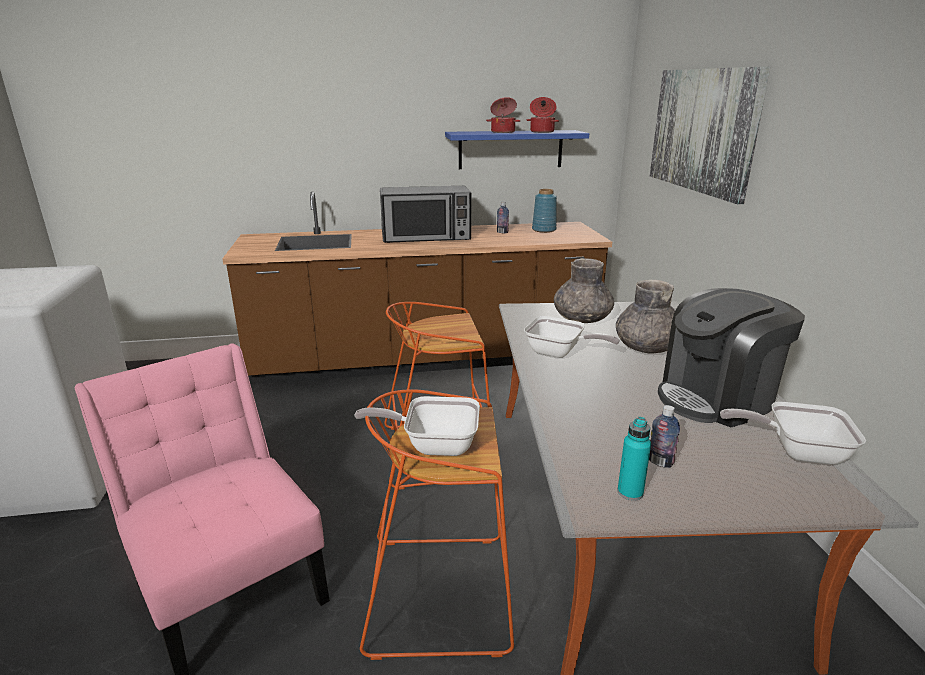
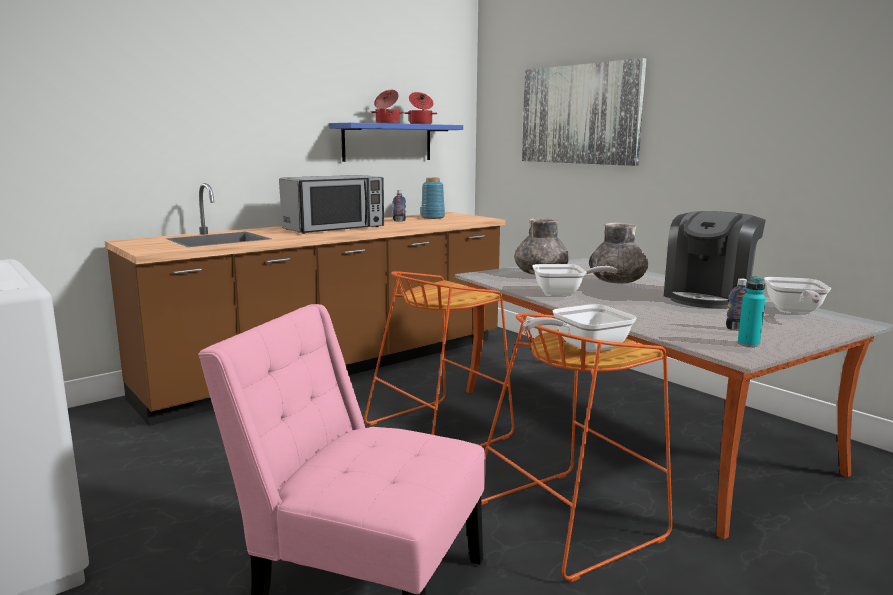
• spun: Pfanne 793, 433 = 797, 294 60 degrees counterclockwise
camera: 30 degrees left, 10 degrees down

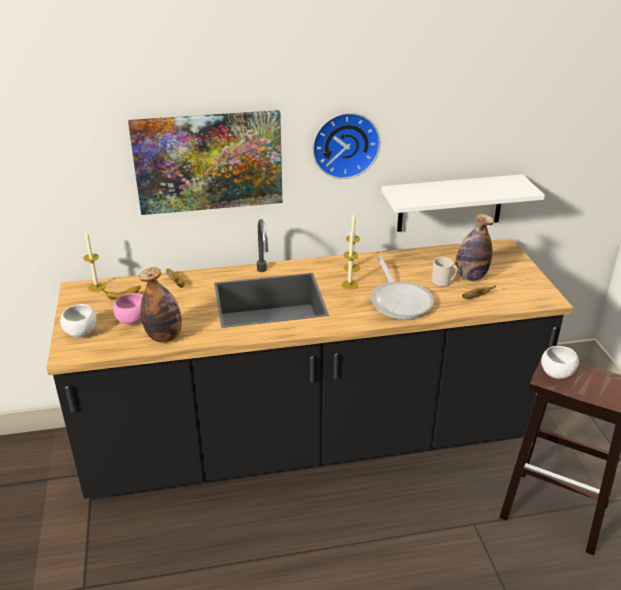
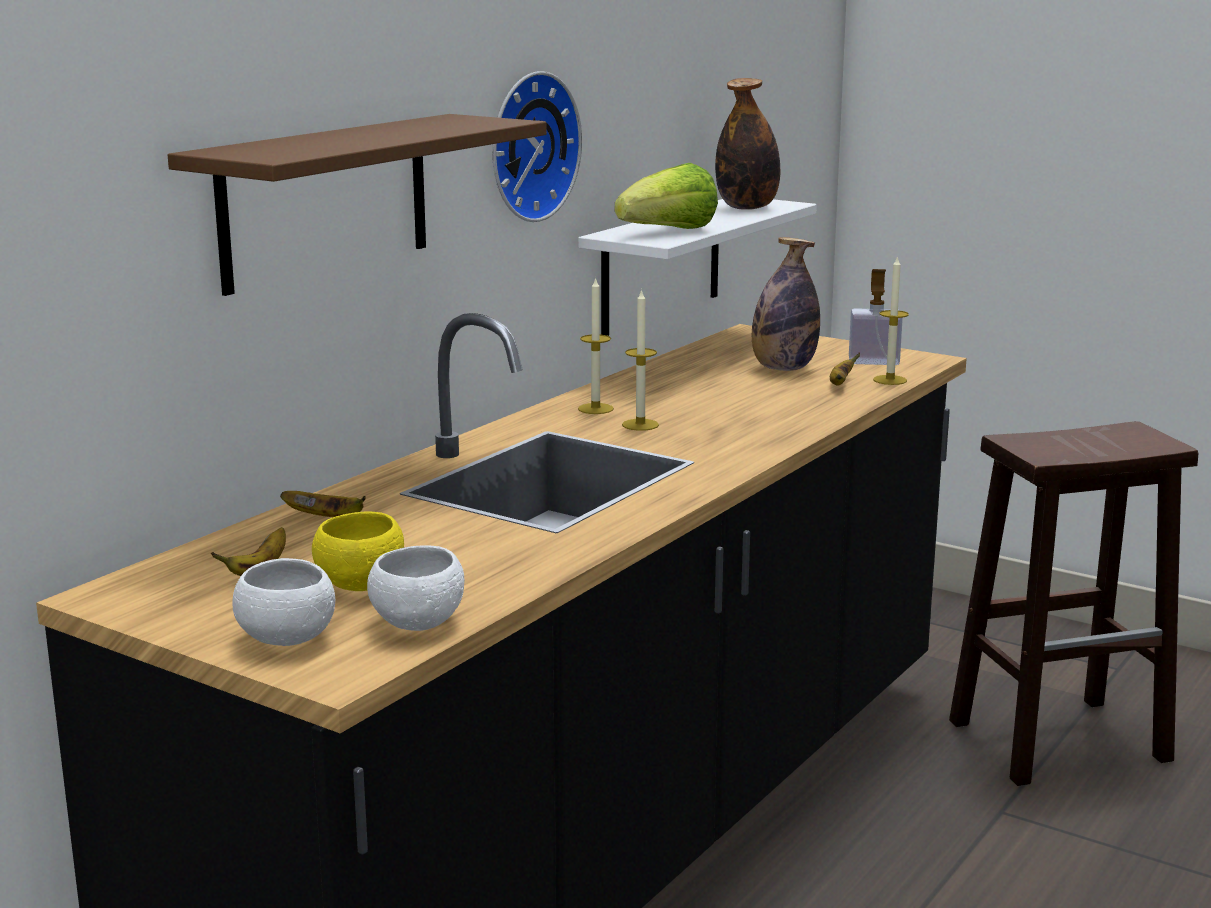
• exchanged: Bild 205, 162 to Wandregal (braun) 357, 205
• relocated: Kerze 94, 261 to 891, 320
• missing: Pfanne 402, 288
• missing: Henkelbecher 445, 272
• relocated: Flasche 160, 304 to 747, 144
• colour: Schüssel (rosa) 128, 309 to Schüssel (gelb) 358, 551
• relocated: Schüssel (weiß) 560, 362 to 415, 588
• appeared: Salatkopf 666, 196
• appeared: Seifenspender 876, 317
camera: 45 degrees left, 15 degrees down

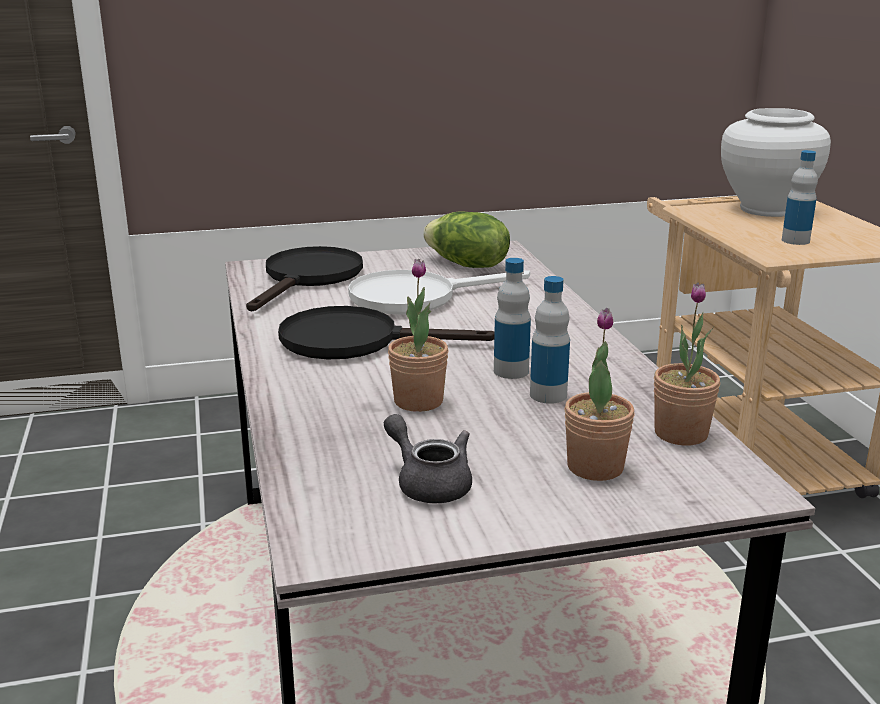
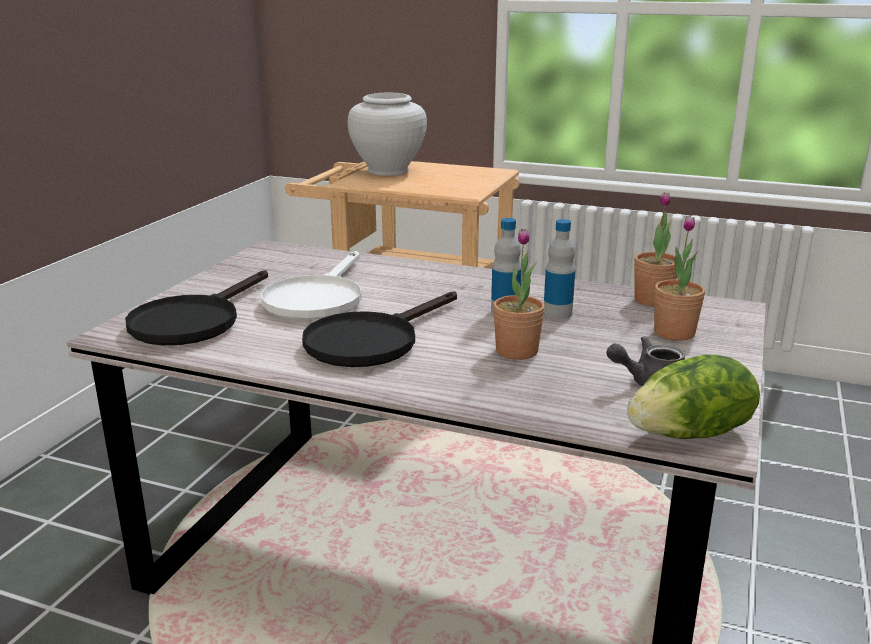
• missing: Flasche 800, 197
• relocated: Salatkopf 466, 239 to 693, 397
• spun: Pfanne (schwarz) 304, 278 = 196, 307 120 degrees counterclockwise
camera: 55 degrees left, 0 degrees up

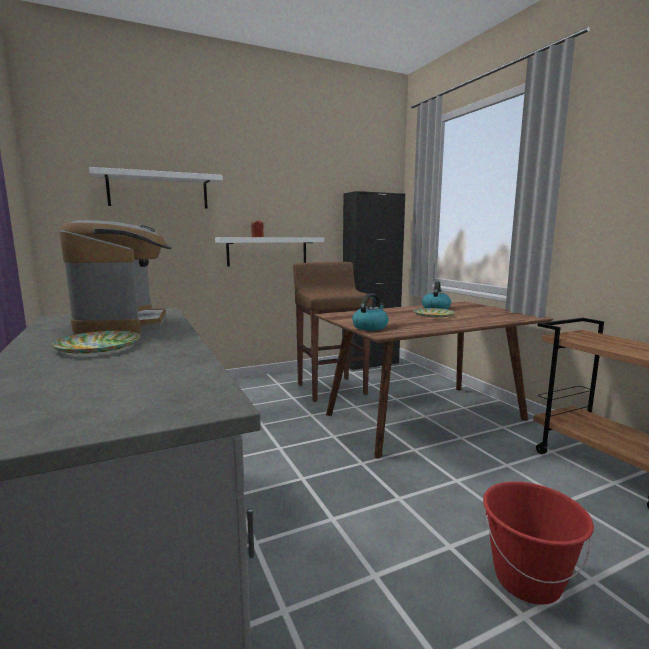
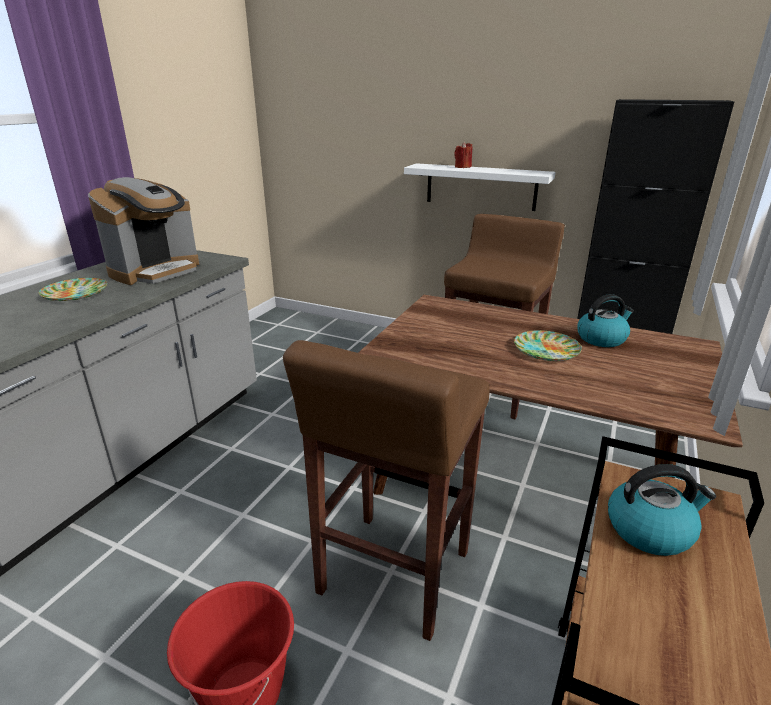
• missing: Wandregal (weiß) 156, 187
• relocated: Wasserkessel 370, 312 to 662, 510
• appeared: Hocker (braun) 386, 490
camera: 50 degrees right, 15 degrees up

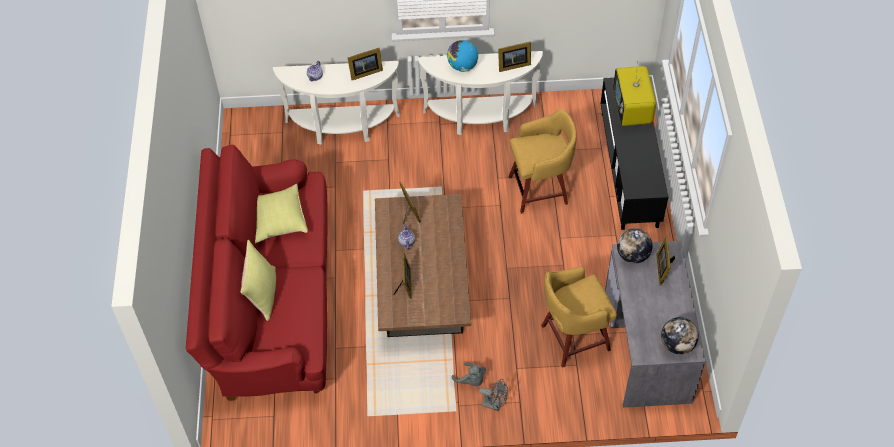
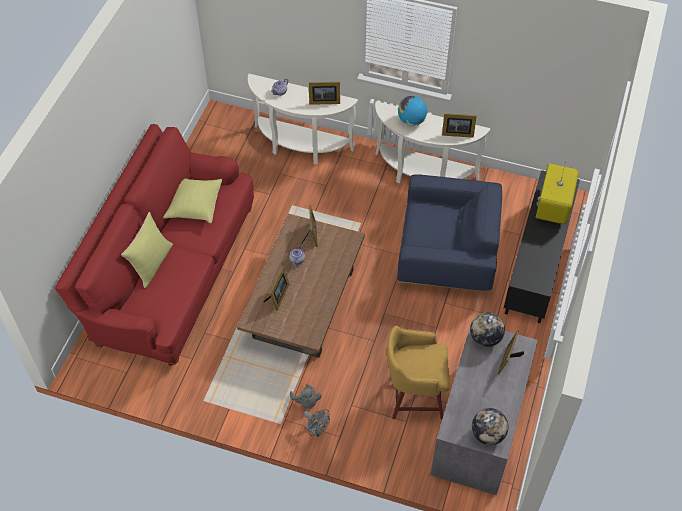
• exchanged: Hocker (gelb) 543, 161 to Sessel (blau) 449, 233
camera: 20 degrees right, 0 degrees up

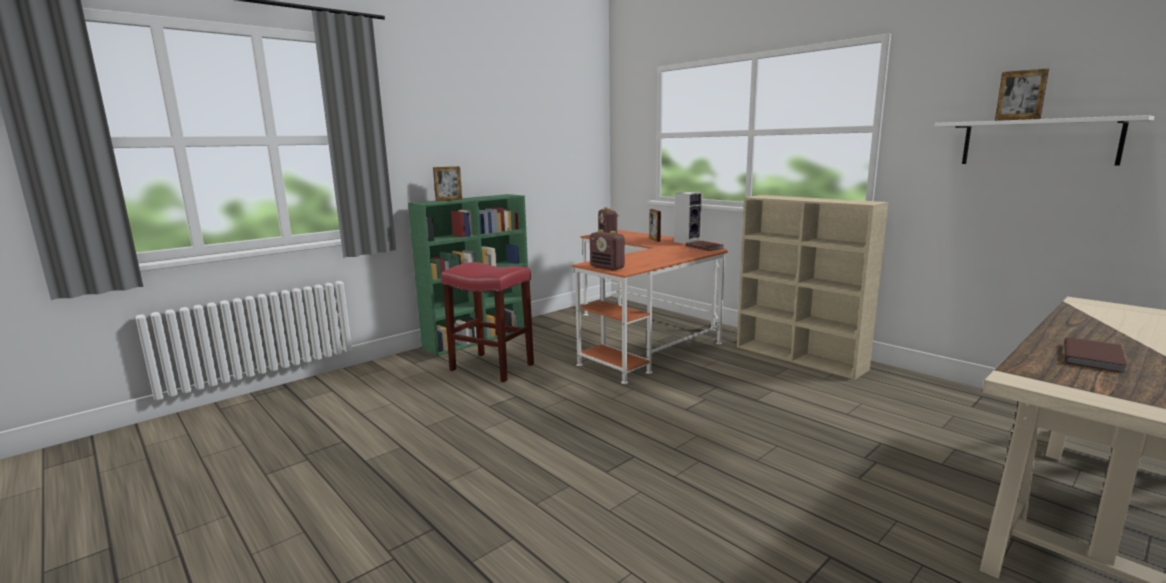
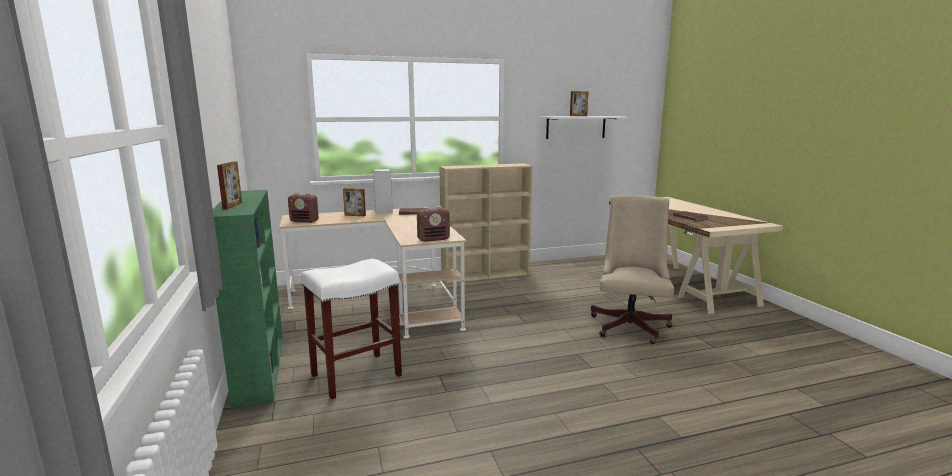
• colour: Schreibtisch (orange) 650, 307 to Schreibtisch (beige) 373, 273
• colour: Hocker (rot) 487, 322 to Hocker (weiß) 351, 329
• appeared: Bürostuhl (beige) 632, 269
camera: 65 degrees left, 0 degrees up

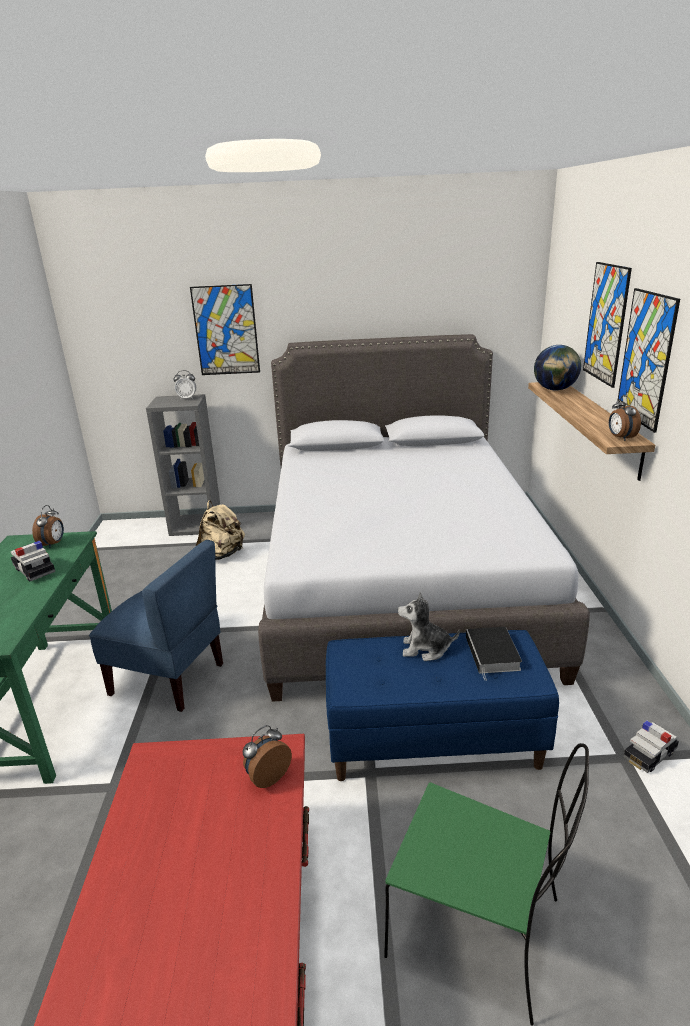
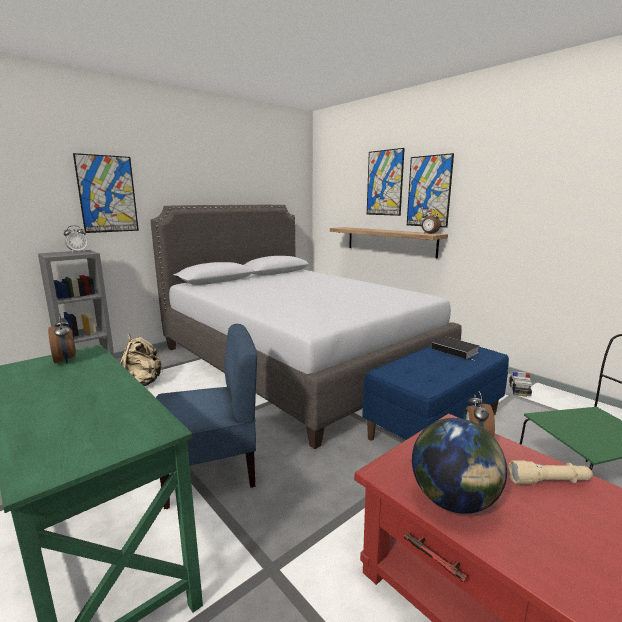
• relocated: Globus 557, 368 to 459, 466
• missing: Spielzeugauto 33, 561
• missing: Plüschtier 429, 626
• appeared: Taschenlampe (beige) 550, 472
camera: 40 degrees left, 10 degrees down

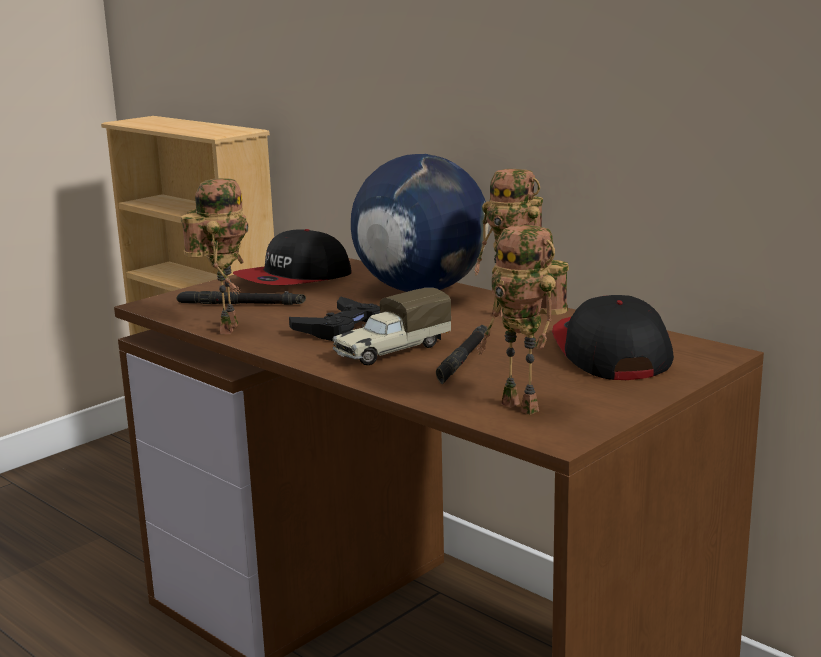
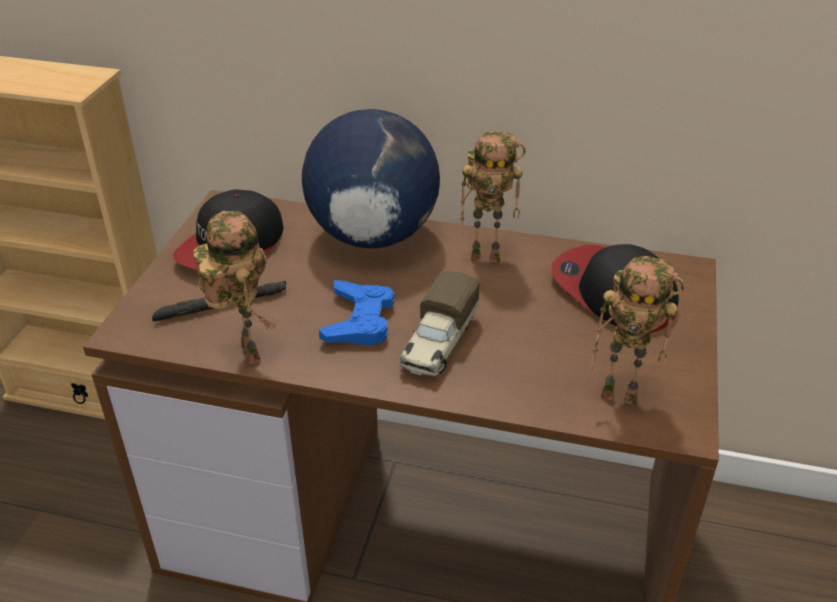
• colour: Gamepad (schwarz) 334, 318 to Gamepad (blau) 356, 312
• missing: Taschenlampe (schwarz) 462, 354
camera: 30 degrees left, 20 degrees up

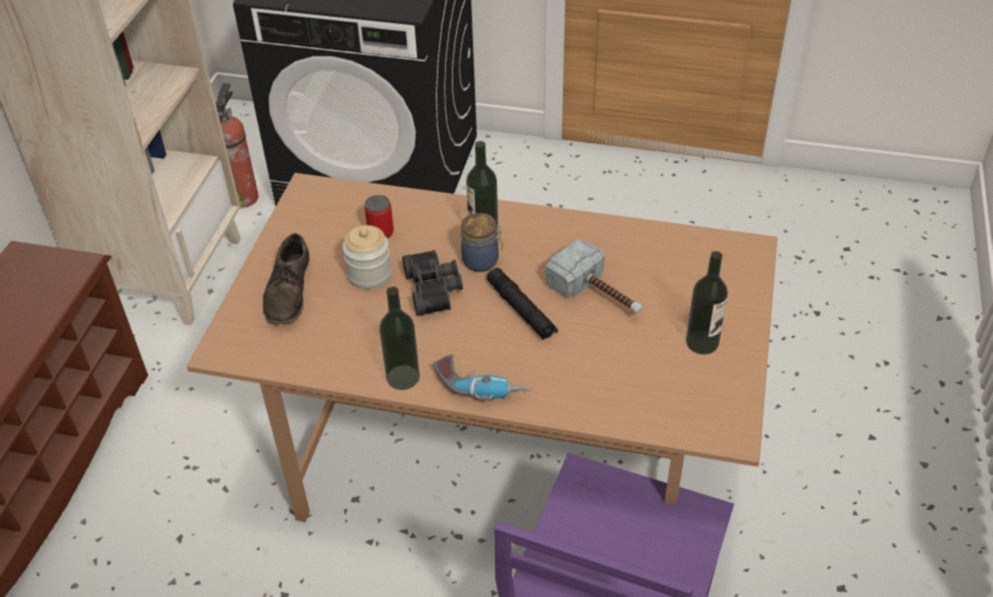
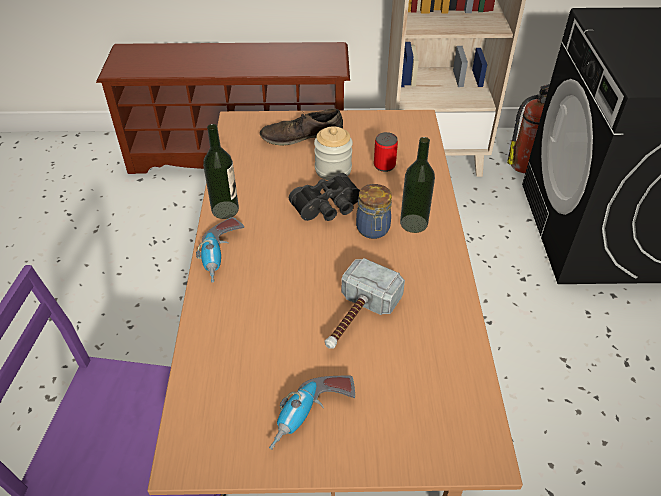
• exchanged: Flasche 707, 302 to Bohrmaschine 312, 412
• missing: Taschenlampe (schwarz) 522, 304
camera: 75 degrees right, 0 degrees up

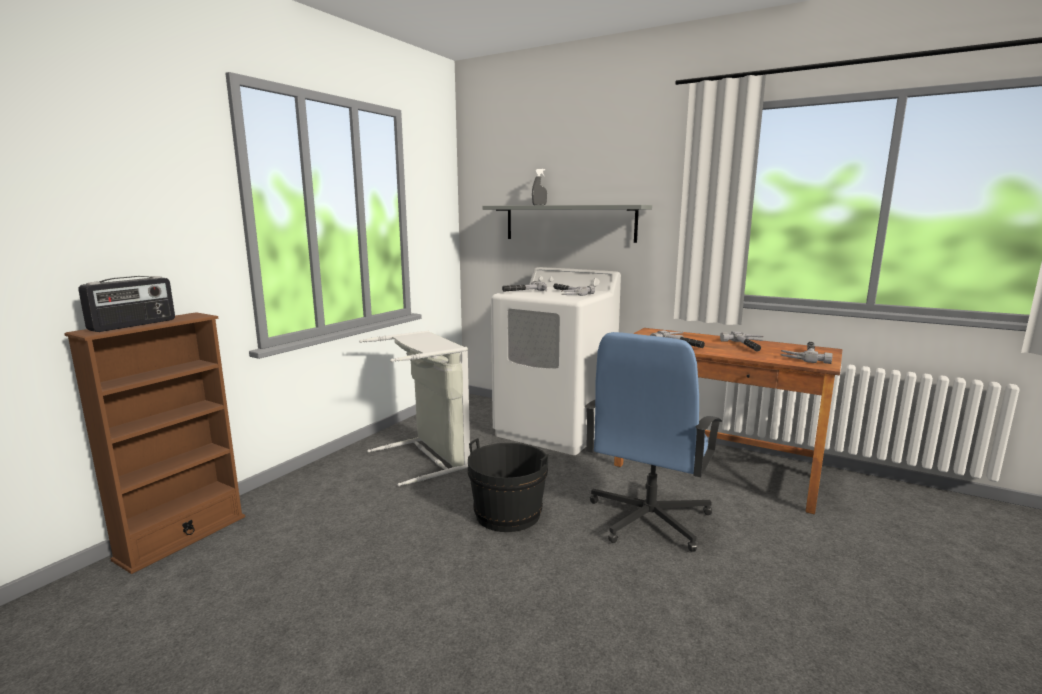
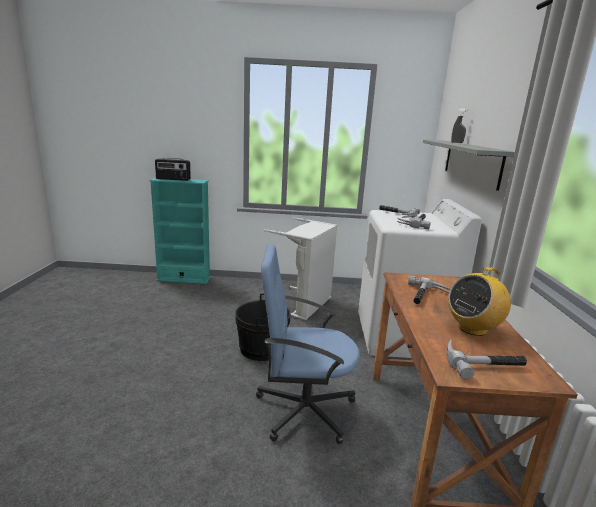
• colour: Bücherregal (braun) 154, 443 to Bücherregal (türkis) 180, 231
• exchanged: Hammer 742, 342 to Radio 479, 301
camera: 60 degrees right, 5 degrees up

